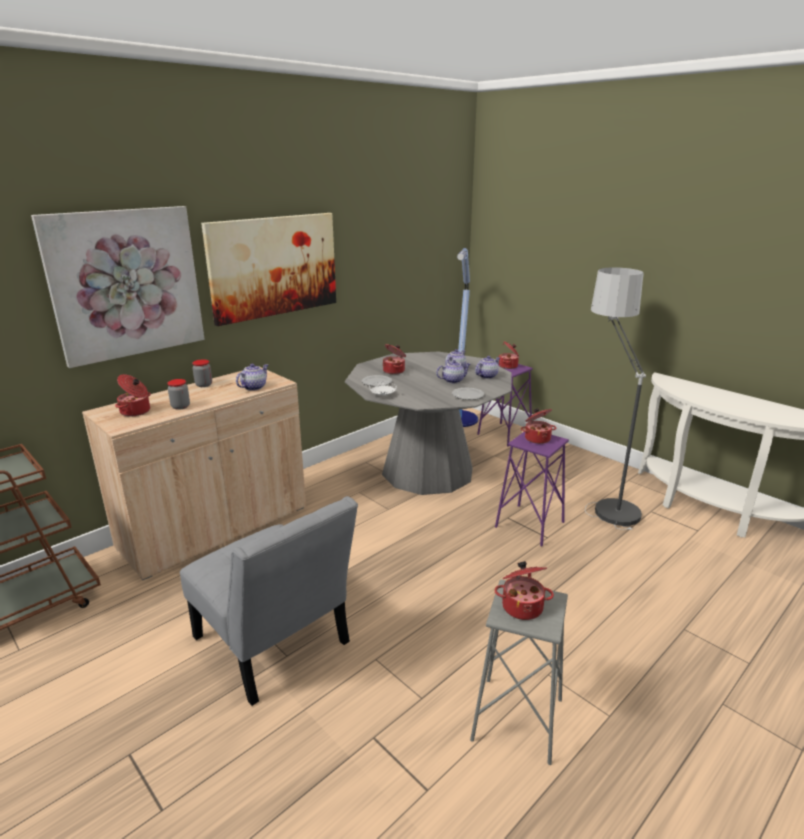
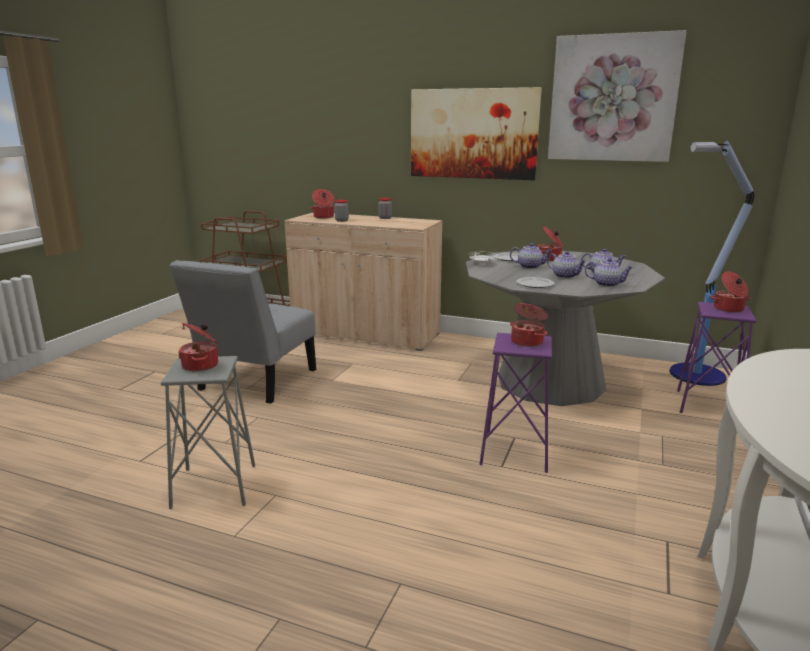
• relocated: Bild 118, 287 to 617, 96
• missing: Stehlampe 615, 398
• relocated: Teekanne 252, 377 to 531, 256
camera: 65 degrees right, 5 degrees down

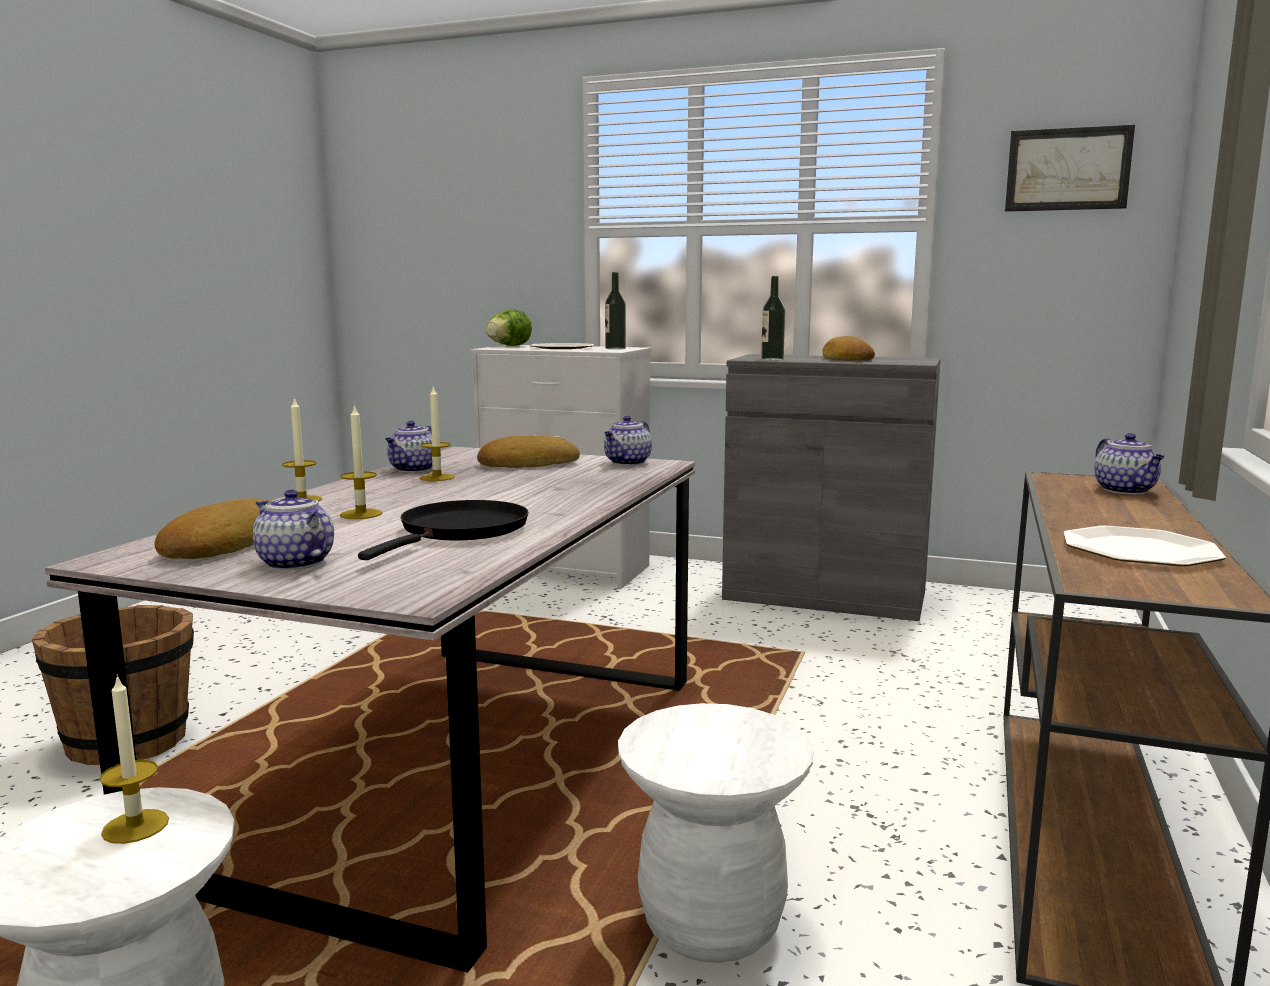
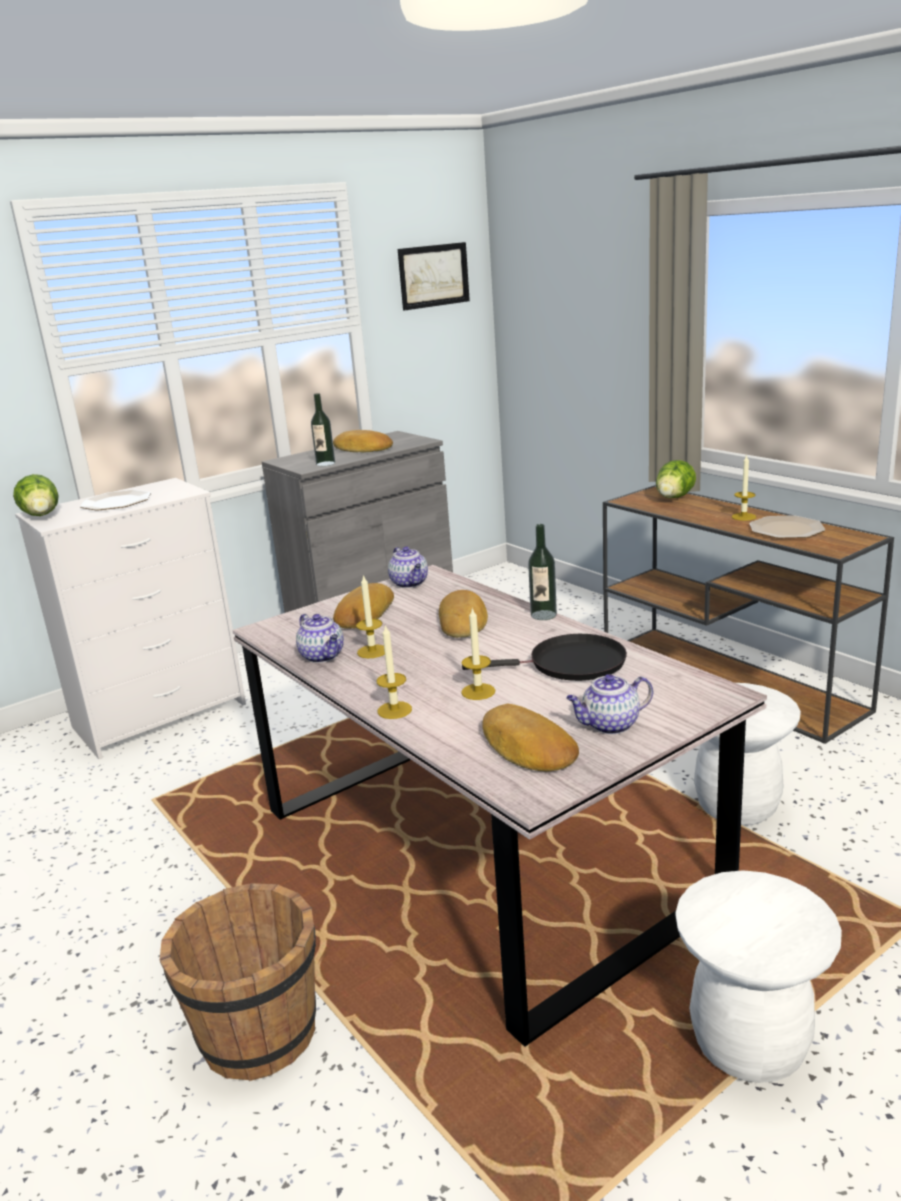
• relocated: Flasche 615, 310 to 542, 572
• exchanged: Teekanne 1129, 463 to Salatkopf 676, 479
• spun: Pfanne (schwarz) 443, 530 = 544, 657 120 degrees clockwise
• relocated: Kerze 134, 759 to 744, 487
• appeared: Brot 463, 614
camera: 55 degrees left, 10 degrees up

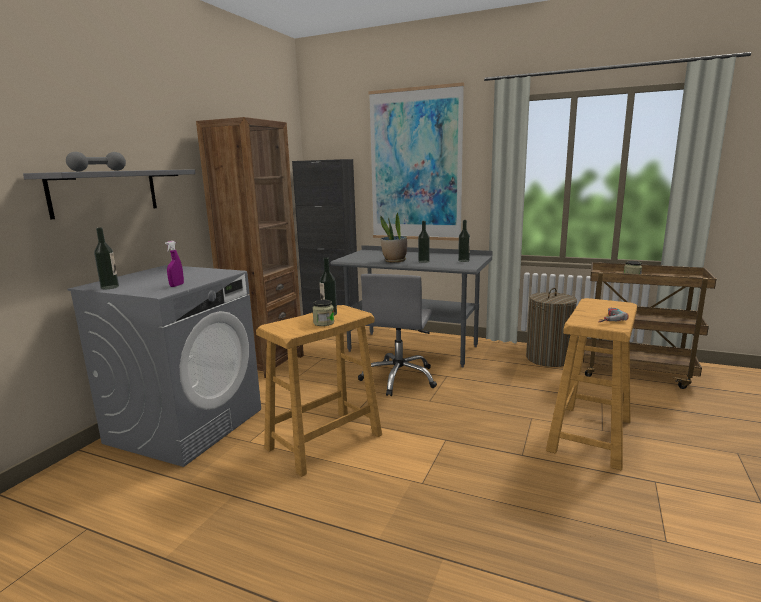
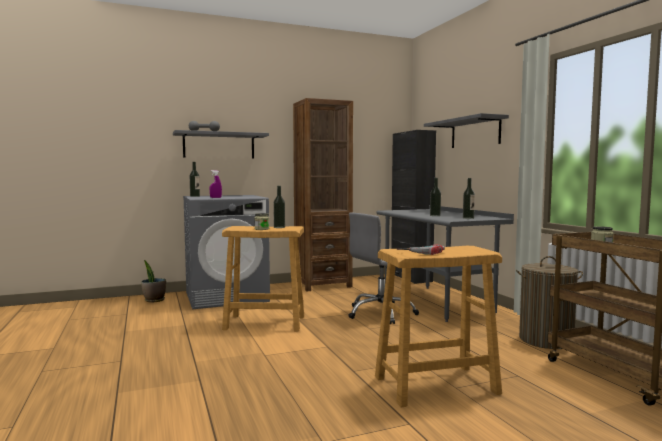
• exchanged: Bild 416, 161 to Wandregal (grau) 466, 130
• relocated: Topfpflanze 393, 238 to 153, 281
camera: 45 degrees right, 10 degrees down

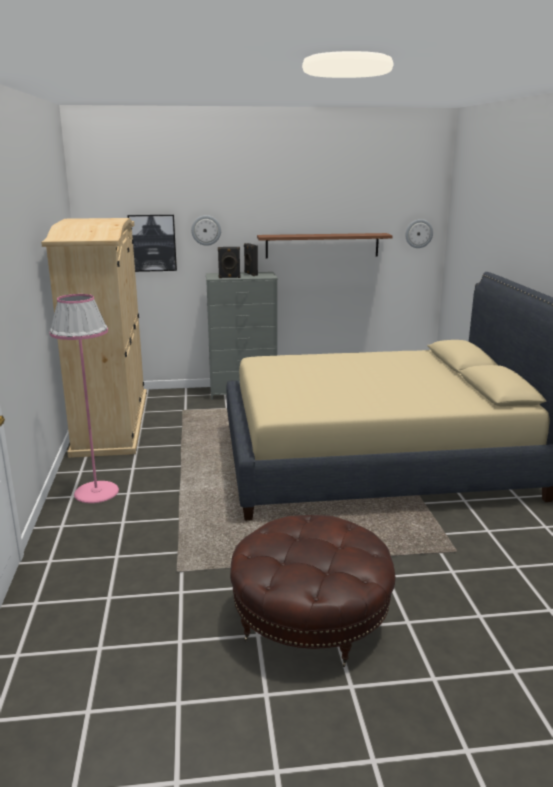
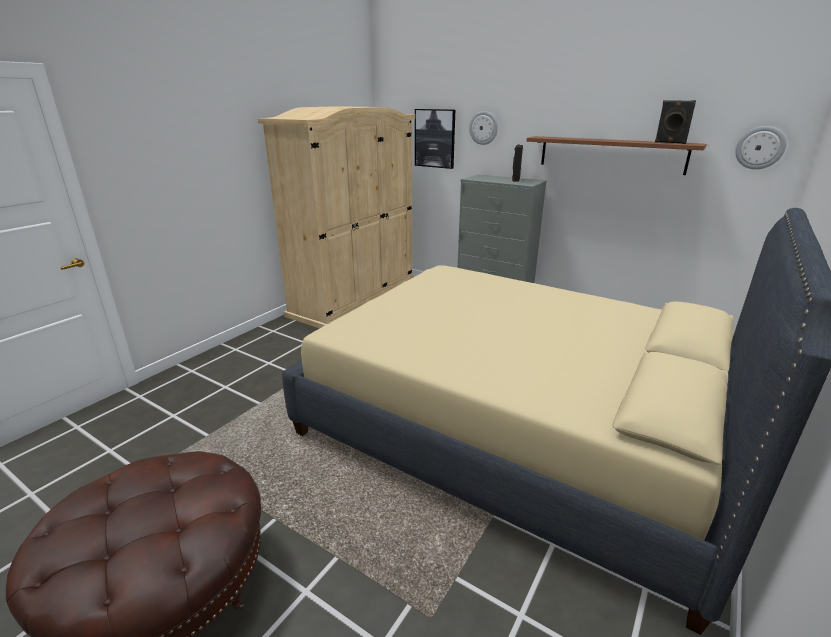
• relocated: Lautsprecher (schwarz) 229, 262 to 675, 122
• missing: Stehlampe (rosa) 84, 398
camera: 40 degrees right, 5 degrees up

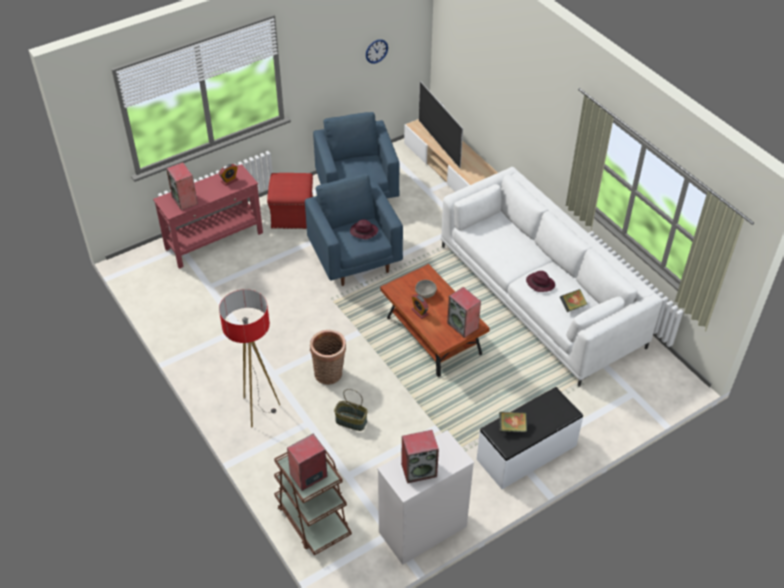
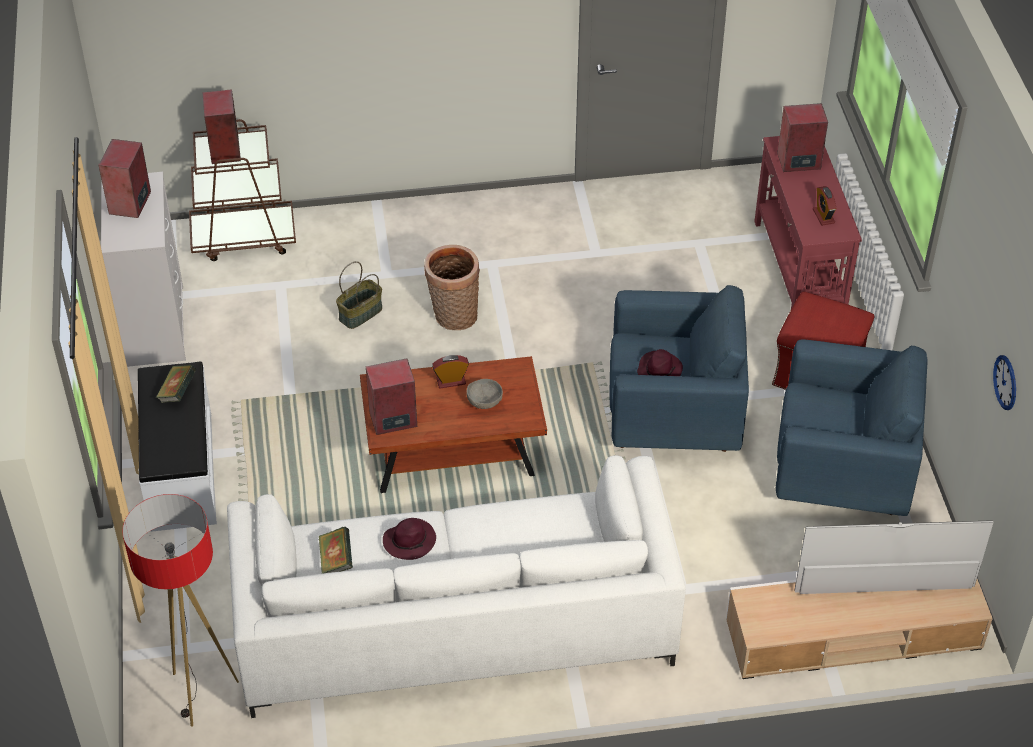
• relocated: Stehlampe 249, 358 to 180, 610
camera: 115 degrees right, 0 degrees up

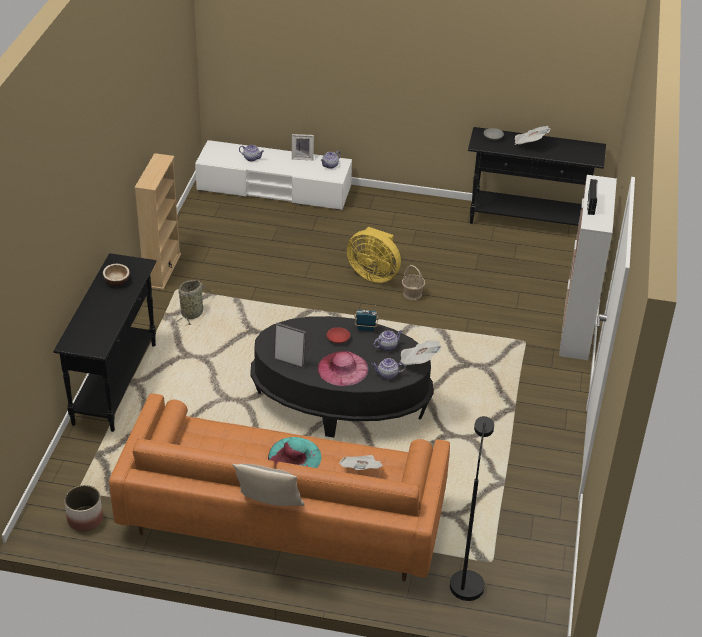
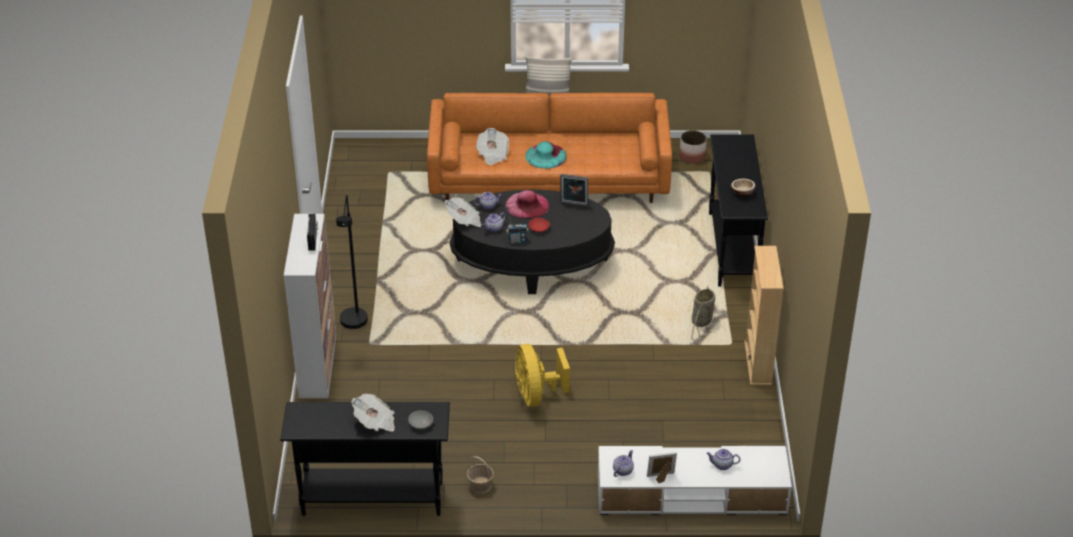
• spun: Ventilator (gelb) 374, 255 = 542, 375 120 degrees counterclockwise
• relocated: Korb 413, 282 to 480, 475
• relocated: Stehlampe (schwarz) 472, 508 to 352, 262
camera: 170 degrees right, 0 degrees up

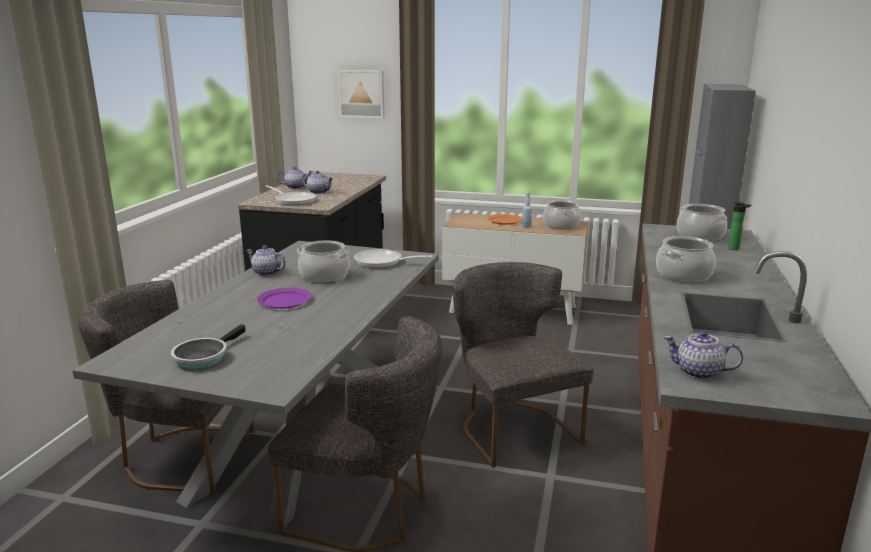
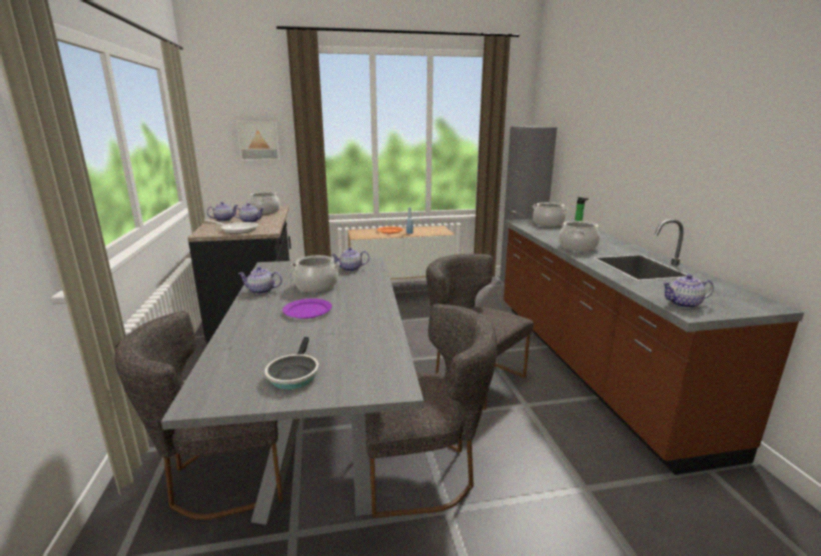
• relocated: Kochtopf 562, 215 to 264, 203
• exchanged: Pfanne 393, 258 to Teekanne 350, 259
camera: 25 degrees left, 0 degrees up

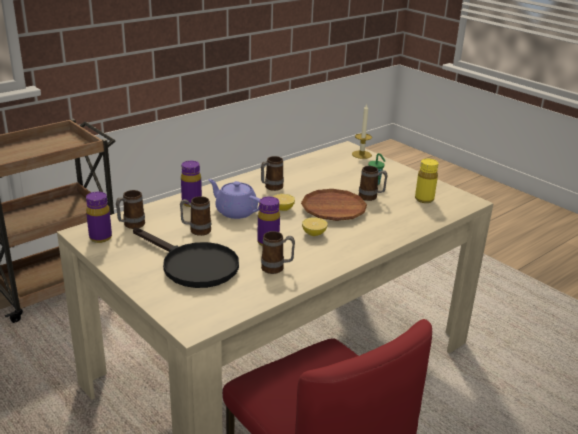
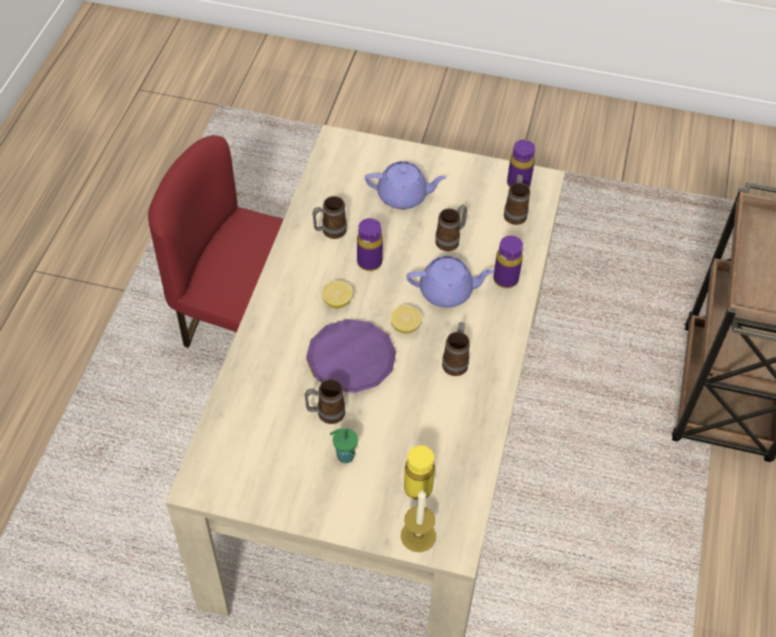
• relocated: Flasche (gelb) 427, 181 to 419, 472
• colour: Teller (braun) 334, 205 to Teller (lila) 351, 356
• exchanged: Pfanne (schwarz) 186, 258 to Teekanne (lila) 406, 185
camera: 145 degrees right, 25 degrees up

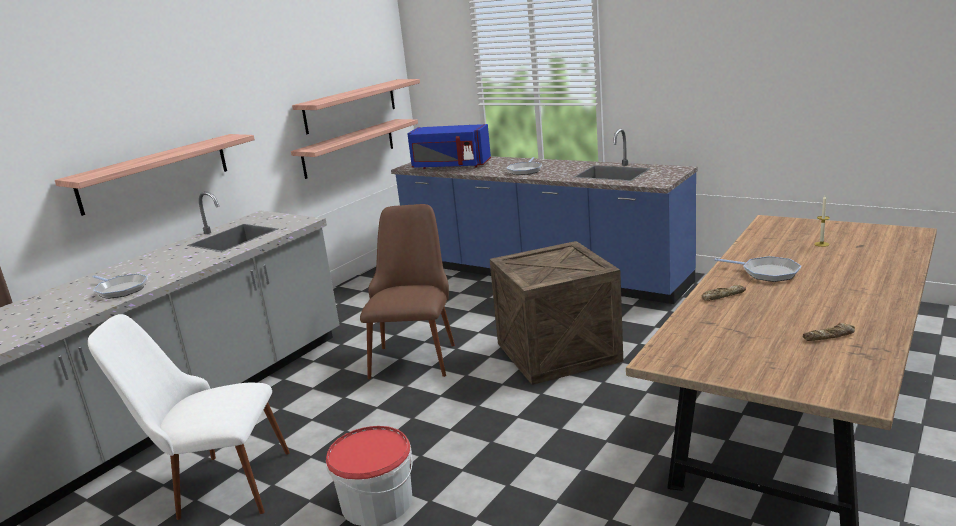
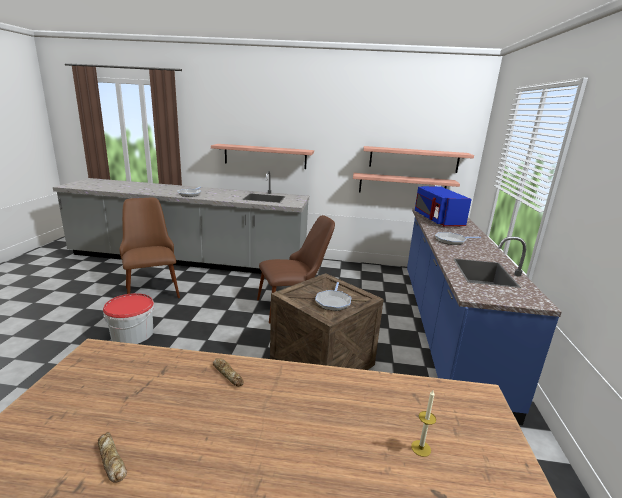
• relocated: Pfanne 757, 269 to 333, 296
• colour: Stuhl (weiß) 189, 417 to Stuhl (braun) 150, 248
camera: 60 degrees right, 0 degrees up

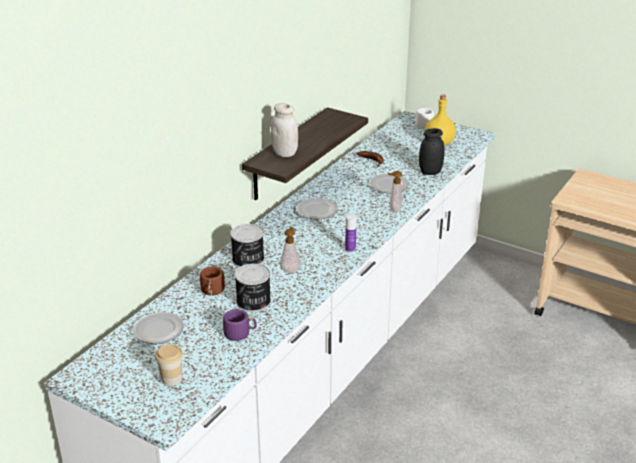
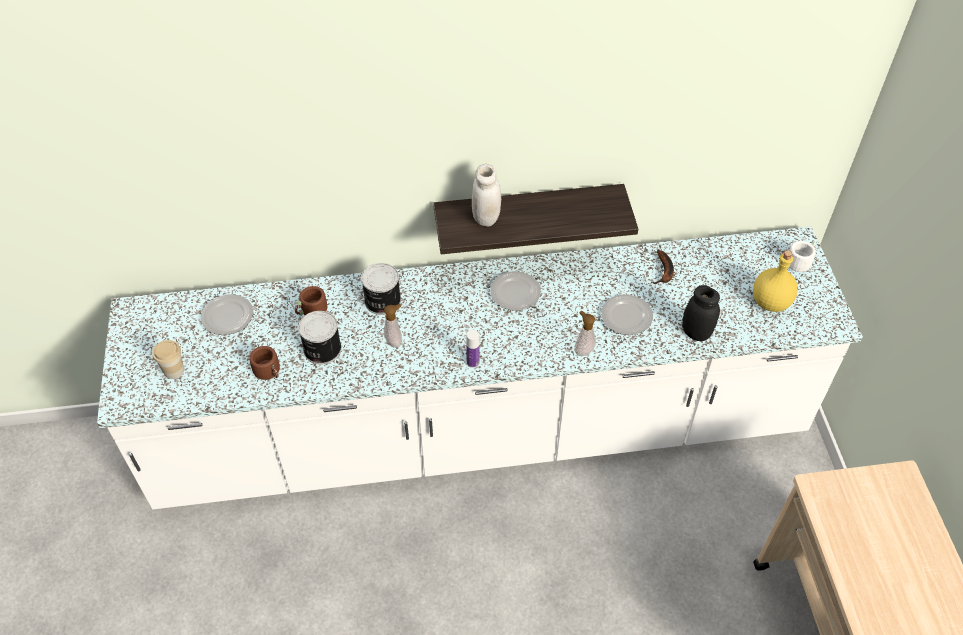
• colour: Henkelbecher (lila) 240, 325 to Henkelbecher (braun) 264, 363
camera: 50 degrees right, 20 degrees up

